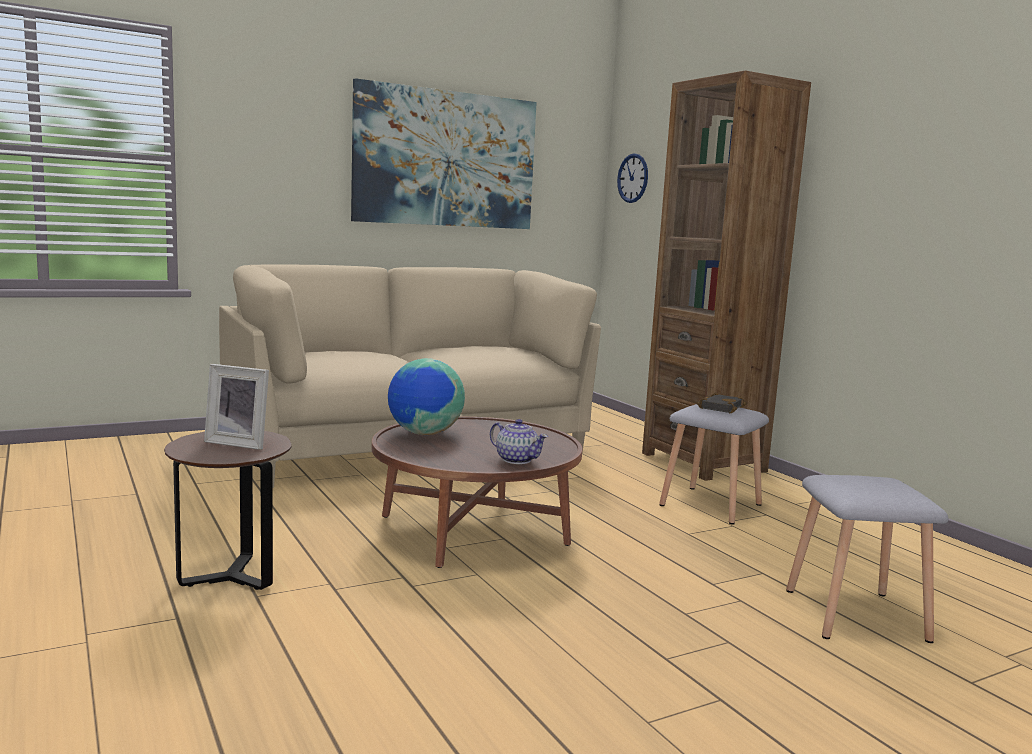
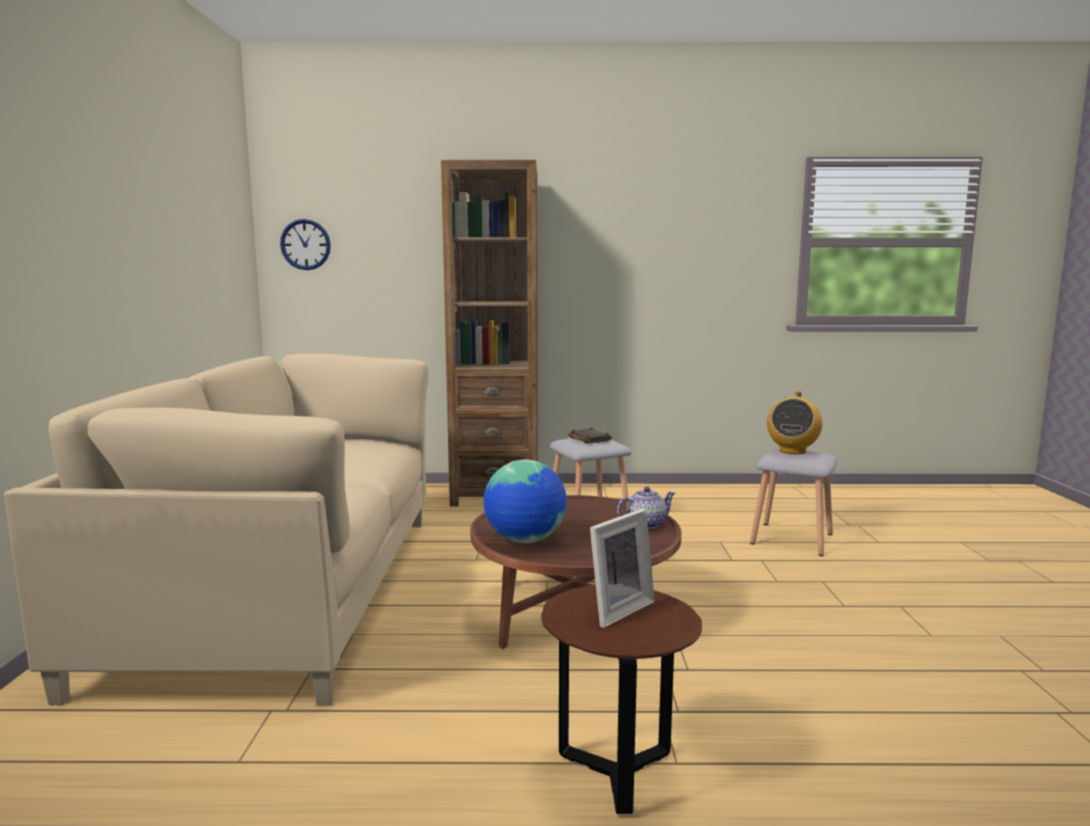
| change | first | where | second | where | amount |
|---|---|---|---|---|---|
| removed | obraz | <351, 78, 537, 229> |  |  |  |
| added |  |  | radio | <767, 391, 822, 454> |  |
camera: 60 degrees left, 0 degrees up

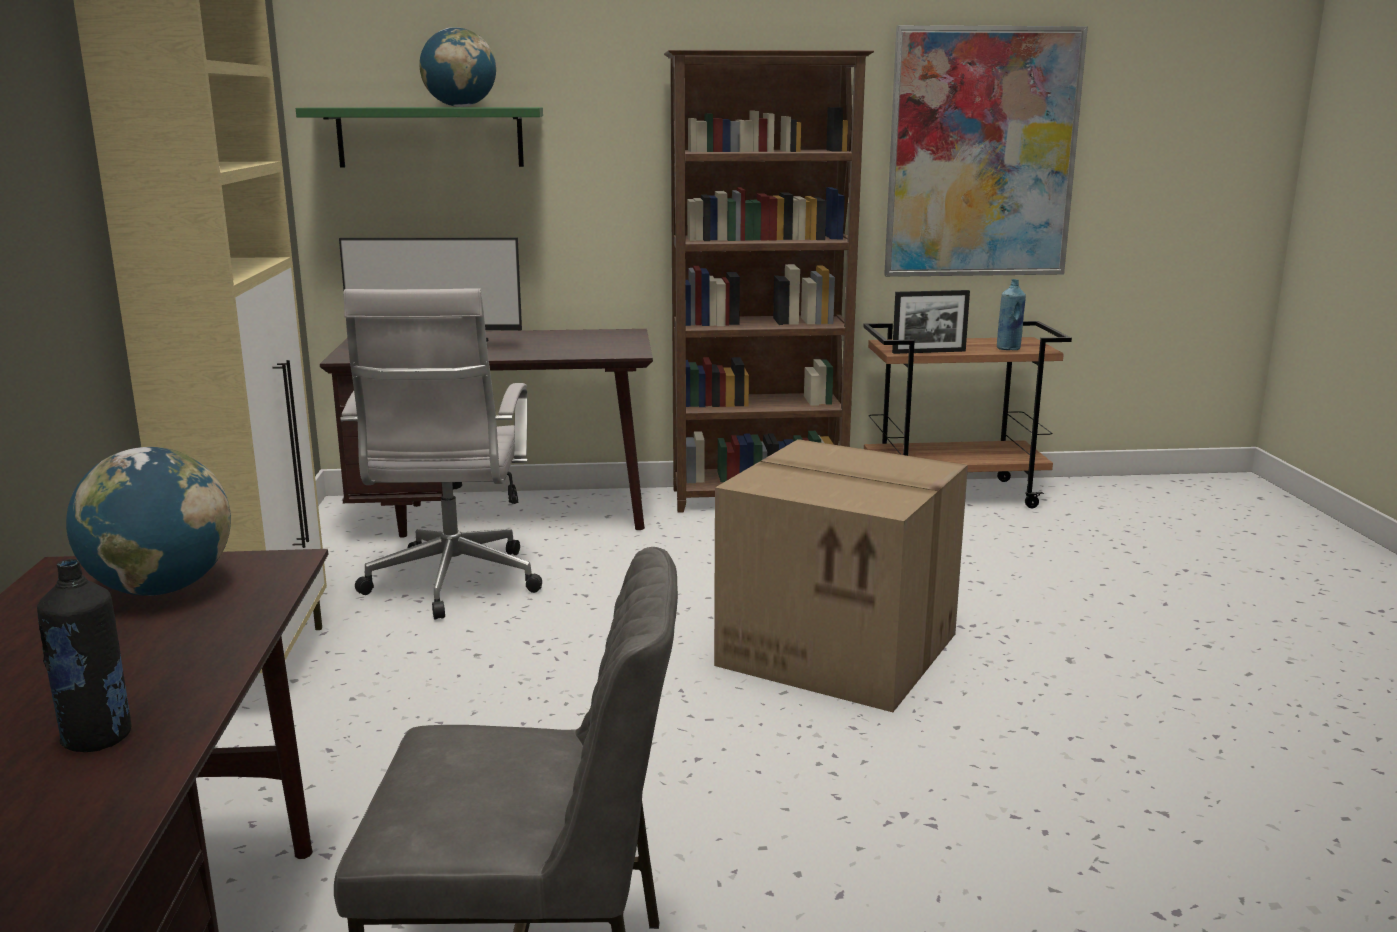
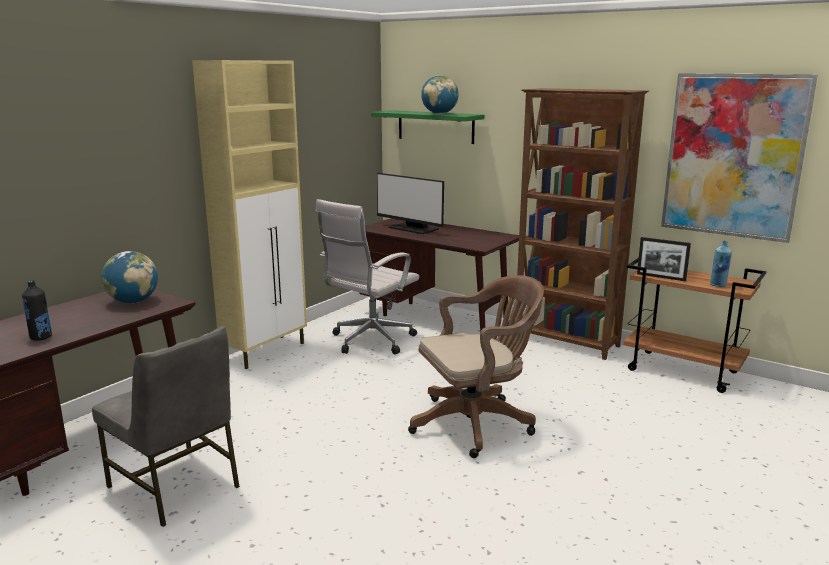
| change | first | where | second | where | amount |
|---|---|---|---|---|---|
| replaced | karton | <714, 439, 968, 712> | krzesło biurowe (brązowy) | <408, 275, 544, 458> |  |
camera: 40 degrees right, 0 degrees up

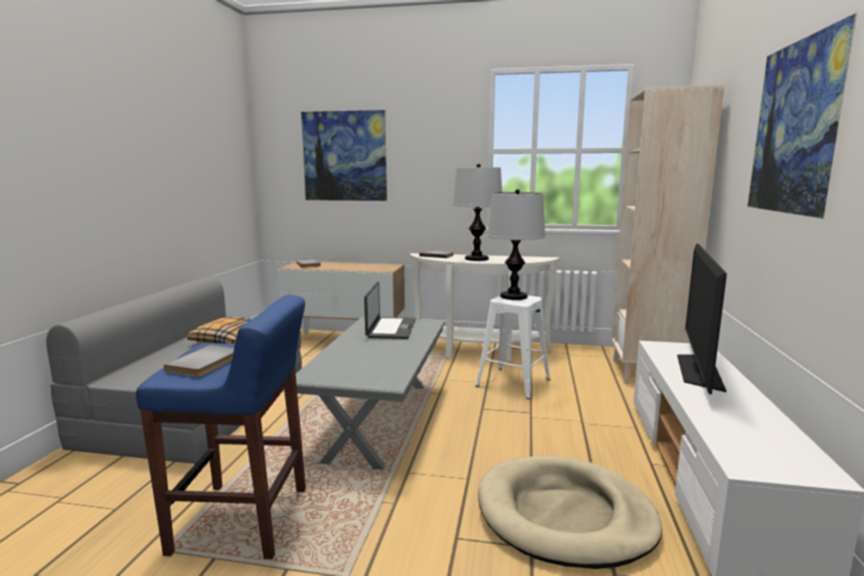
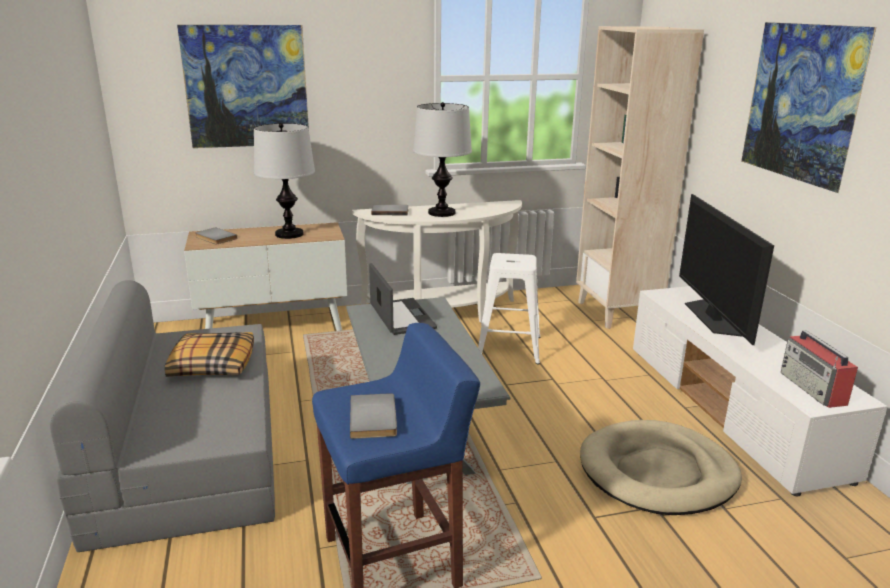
| change | first | where | second | where | amount |
|---|---|---|---|---|---|
| moved | lampa stołowa | <487, 189, 545, 300> |  | <254, 123, 315, 239> |  |
| added |  |  | radio | <781, 330, 858, 408> |  |
camera: 25 degrees left, 10 degrees up

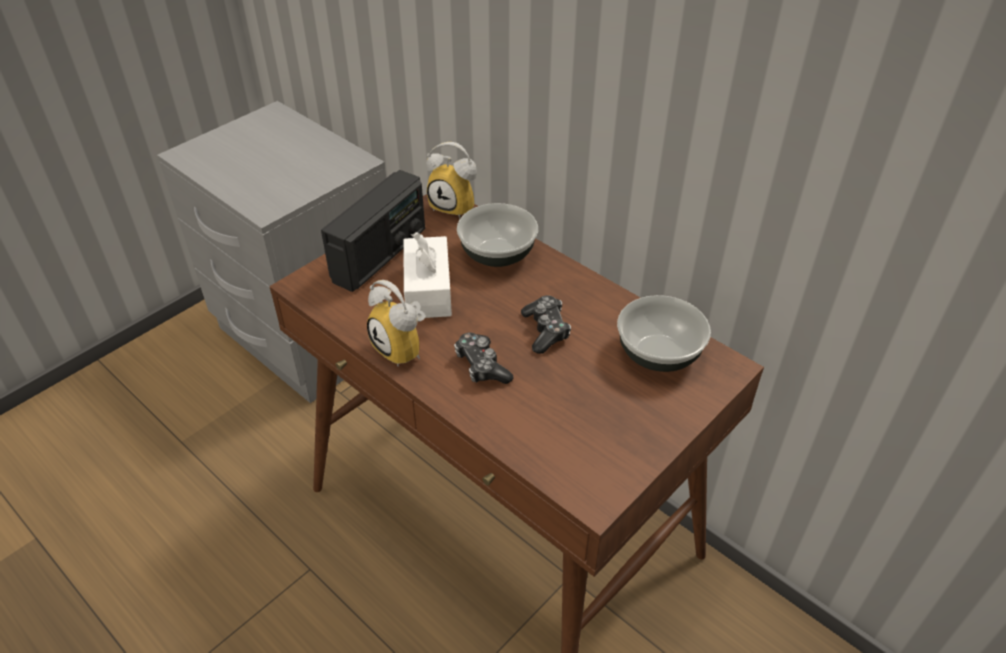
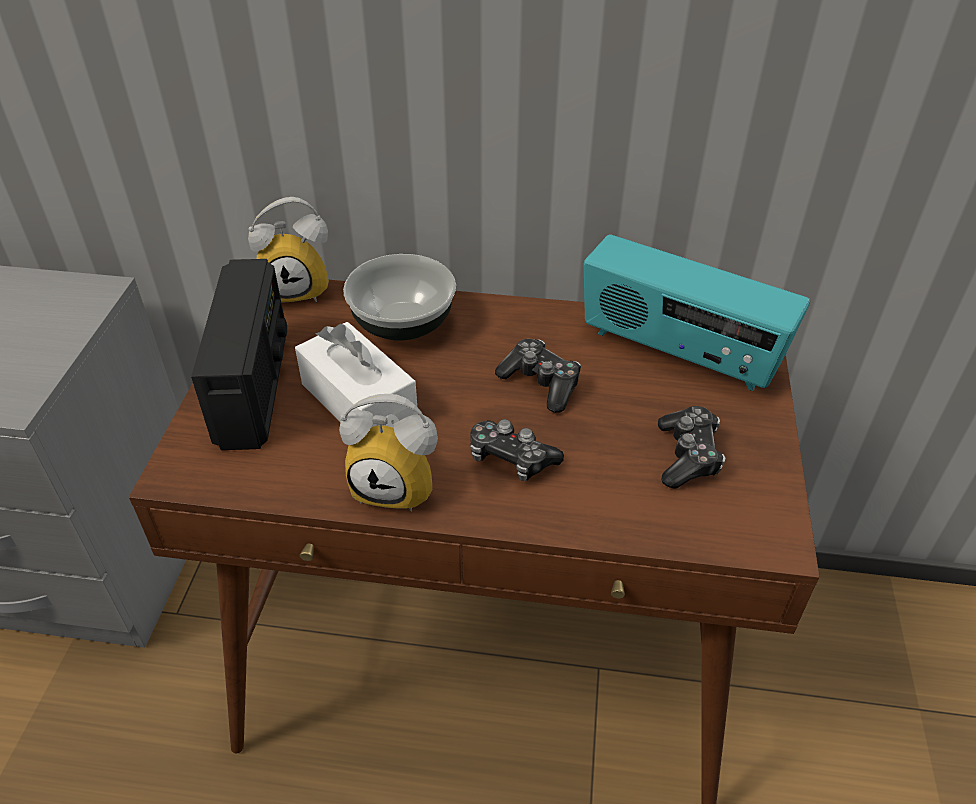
| change | first | where | second | where | amount |
|---|---|---|---|---|---|
| replaced | miska | <617, 295, 711, 372> | radio | <584, 235, 810, 391> |  |
| added |  |  | pad do gier | <658, 406, 725, 489> |  |
camera: 35 degrees left, 0 degrees up

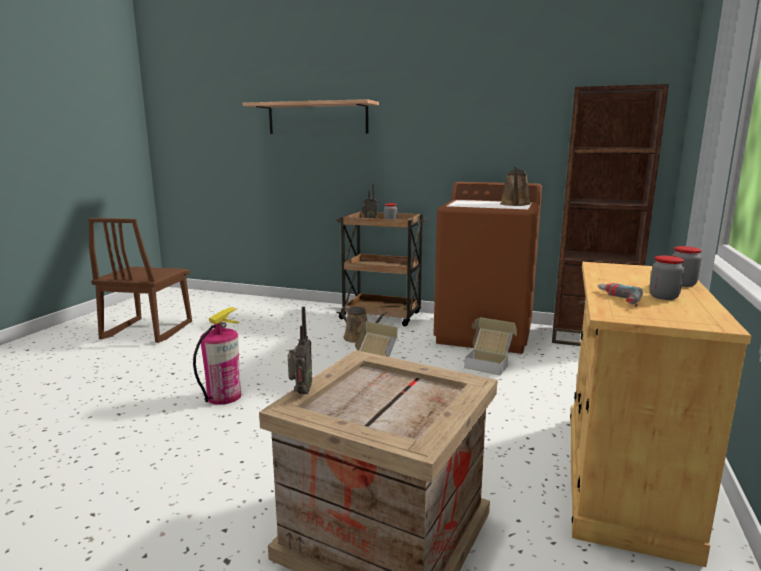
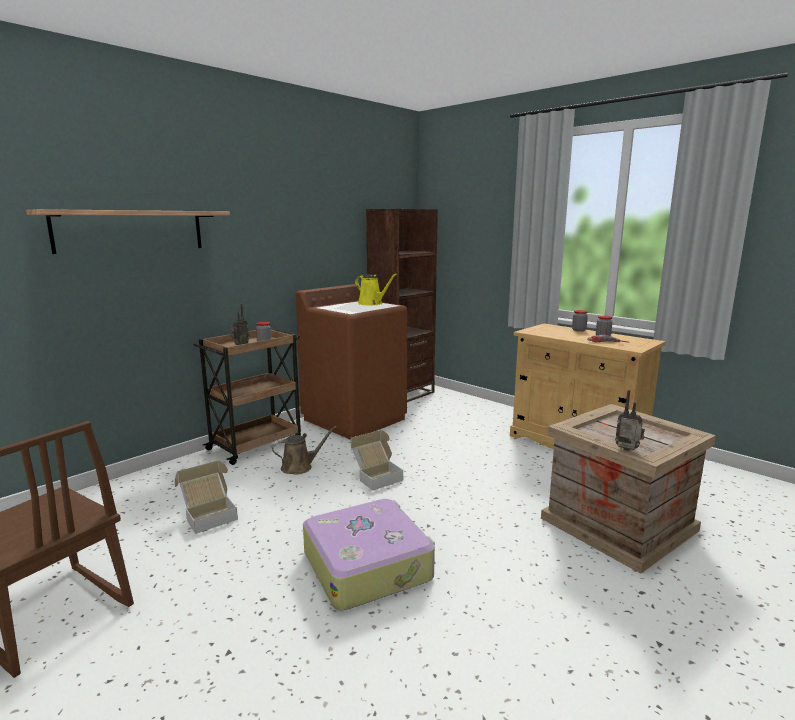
| change | first | where | second | where | amount |
|---|---|---|---|---|---|
| replaced | gaśnica | <193, 307, 241, 405> | walizka | <303, 499, 435, 611> |  |
| moved | karton | <464, 317, 517, 376> |  | <175, 461, 238, 534> |  |
| recoloured | konewka (brązowy) | <500, 167, 531, 206> | konewka (żółty) | <355, 273, 397, 305> |  |
camera: 65 degrees left, 0 degrees up

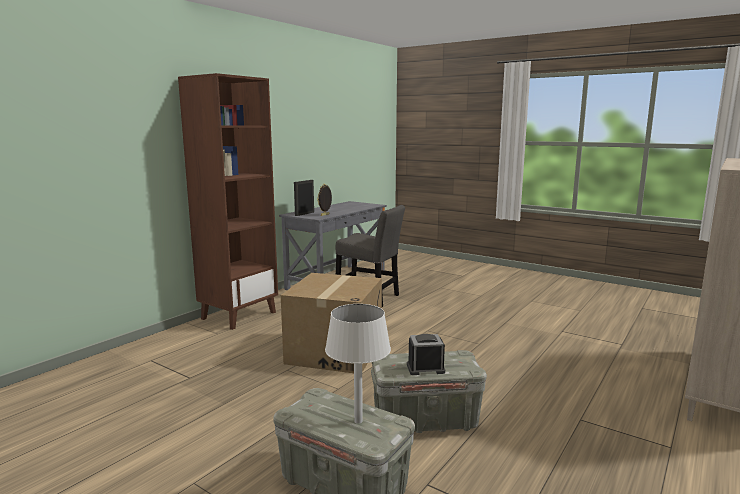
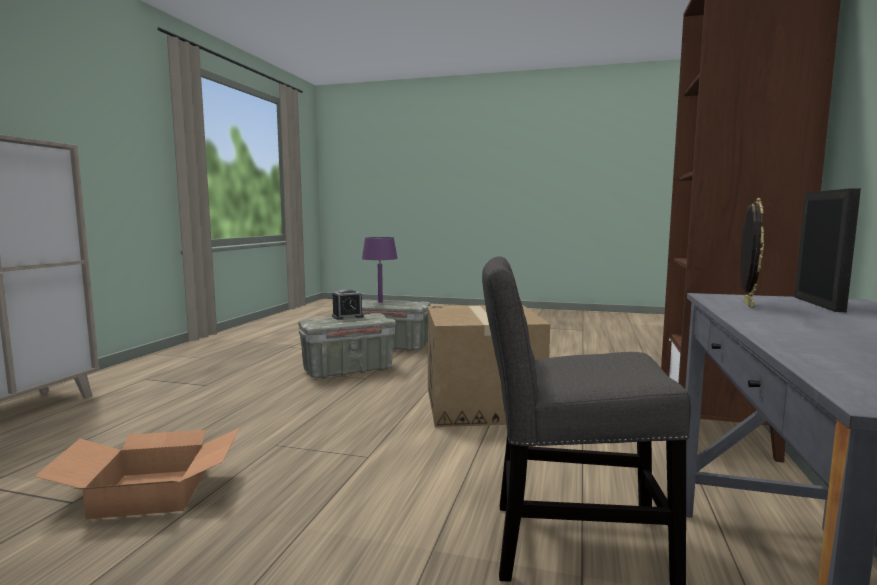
| change | first | where | second | where | amount |
|---|---|---|---|---|---|
| recoloured | lampa stołowa (biały) | <325, 304, 391, 424> | lampa stołowa (fioletowy) | <362, 237, 398, 303> |  |
| added |  |  | karton | <34, 428, 240, 519> |  |
camera: 160 degrees right, 5 degrees down

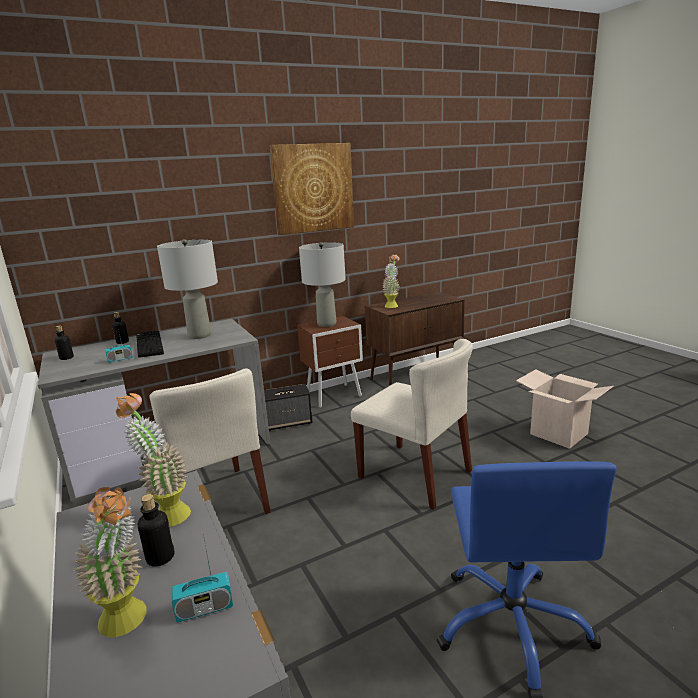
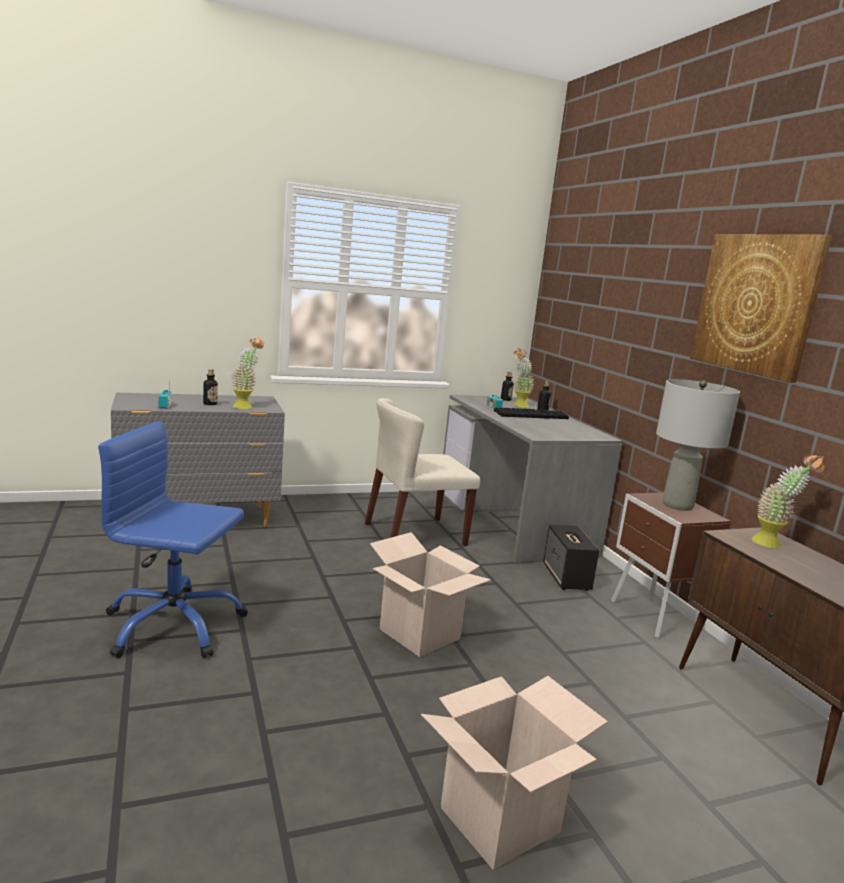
| change | first | where | second | where | amount |
|---|---|---|---|---|---|
| moved | roślina doniczkowa | <74, 487, 147, 637> |  | <513, 348, 534, 407> |  |
| removed | lampa stołowa (szary) | <157, 239, 218, 339> |  |  |  |
| replaced | krzesło (beżowy) | <351, 339, 473, 510> | karton | <370, 532, 491, 657> |  |
camera: 95 degrees right, 5 degrees down

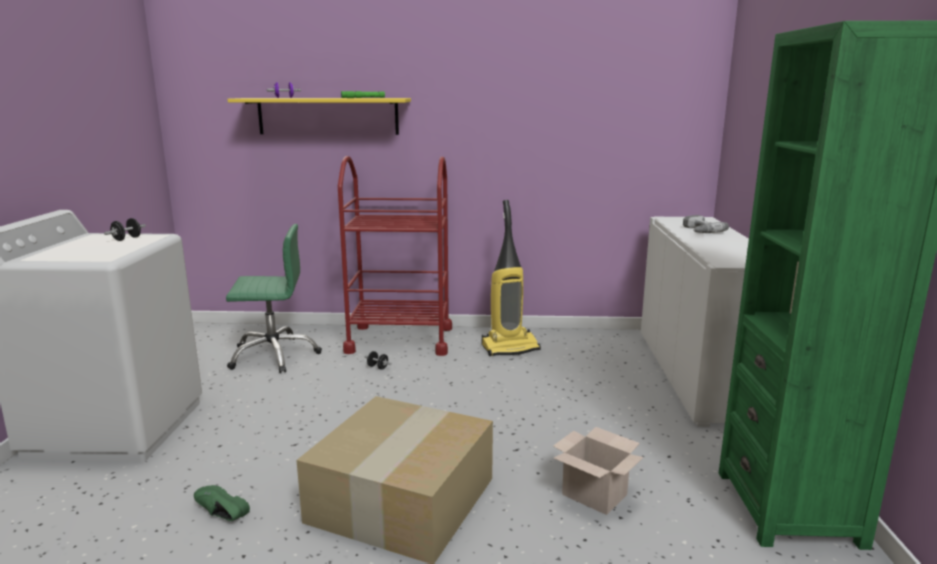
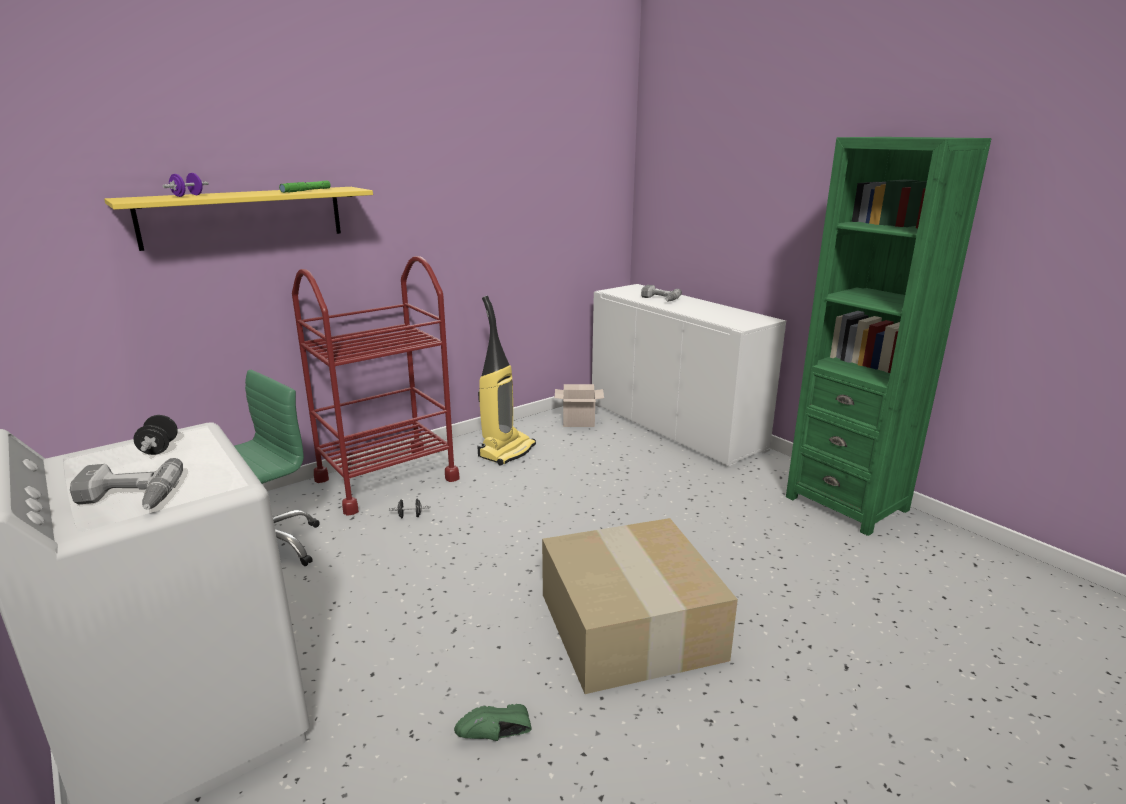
| change | first | where | second | where | amount |
|---|---|---|---|---|---|
| moved | karton | <553, 427, 643, 515> |  | <555, 384, 604, 427> |  |
| added |  |  | wiertarka | <70, 458, 183, 510> |  |
camera: 40 degrees left, 5 degrees up

